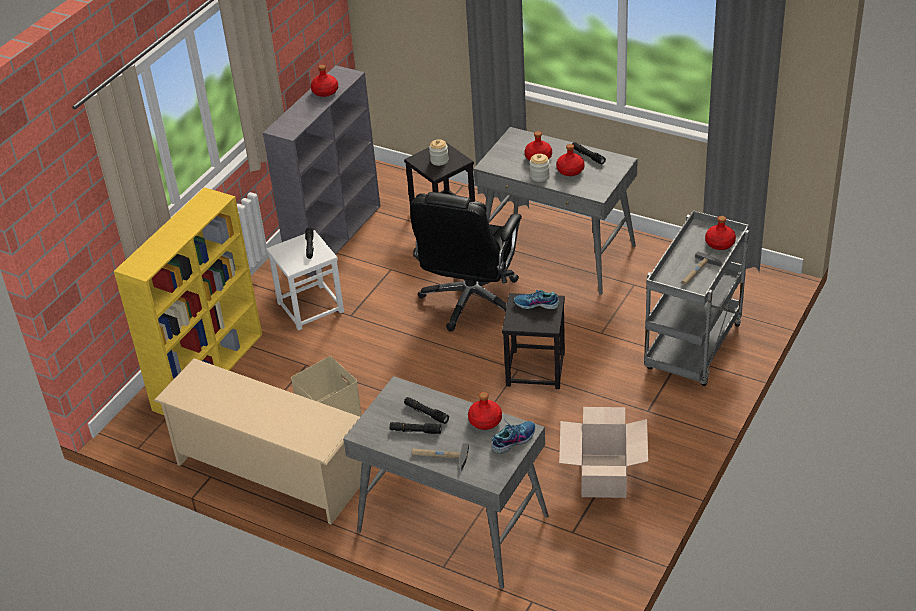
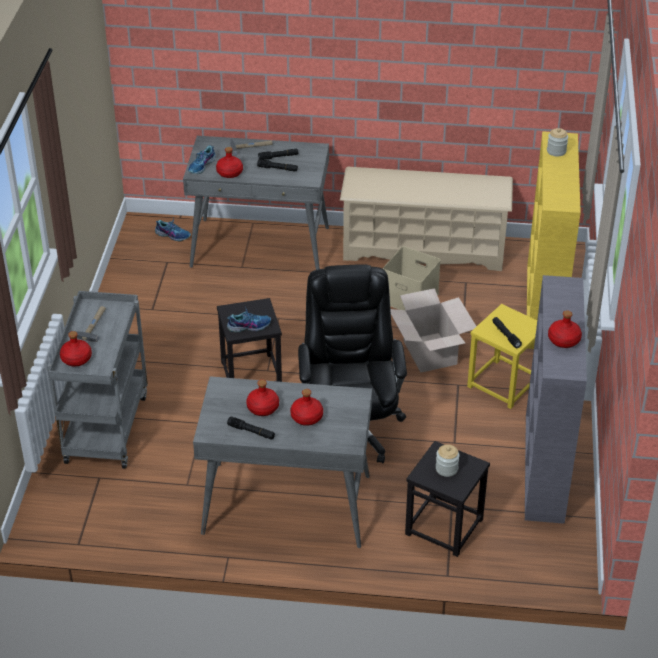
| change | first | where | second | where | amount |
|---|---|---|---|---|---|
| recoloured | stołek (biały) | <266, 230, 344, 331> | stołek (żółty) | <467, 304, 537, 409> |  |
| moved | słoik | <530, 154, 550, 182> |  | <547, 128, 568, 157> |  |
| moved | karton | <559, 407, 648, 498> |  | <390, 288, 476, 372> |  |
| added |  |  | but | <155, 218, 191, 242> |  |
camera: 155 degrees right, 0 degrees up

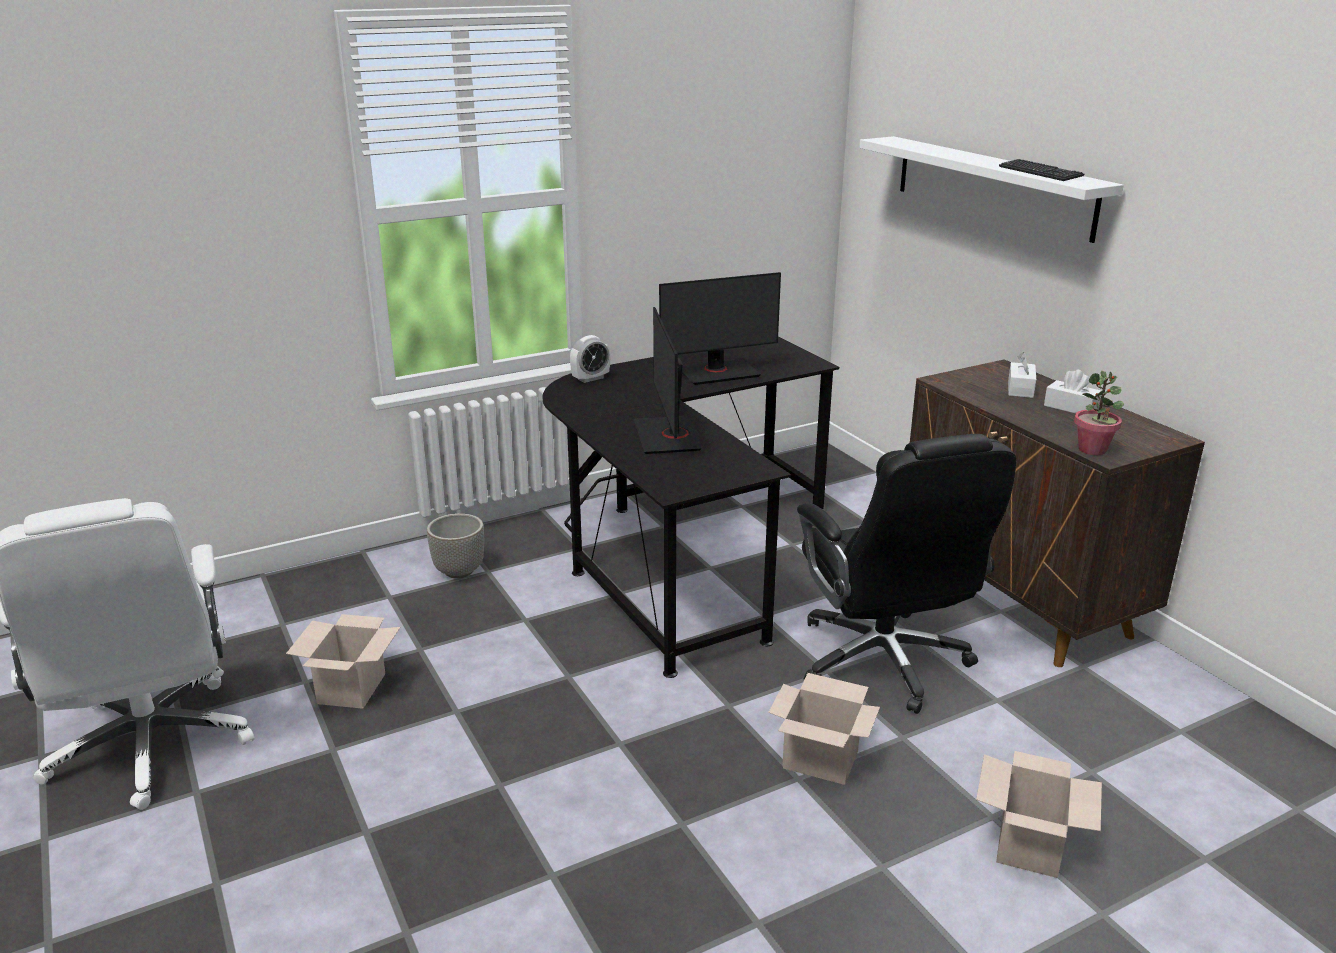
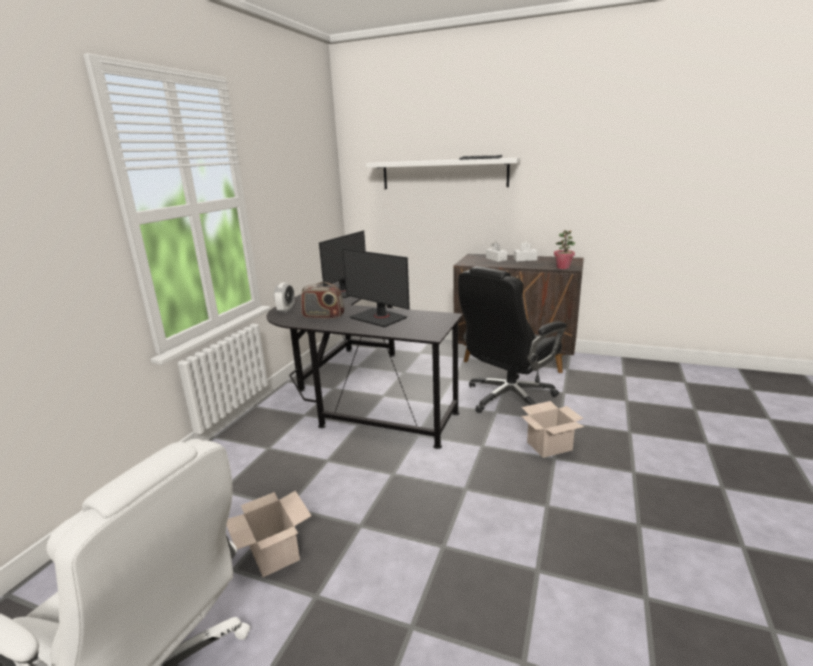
| change | first | where | second | where | amount |
|---|---|---|---|---|---|
| removed | donica | <426, 513, 484, 579> |  |  |  |
| turned | krzesło biurowe (czarny) | <797, 434, 1016, 714> |  | <458, 266, 567, 413> | 105 degrees clockwise |
| removed | karton | <976, 751, 1102, 878> |  |  |  |
| added |  |  | radio | <301, 282, 344, 319> |  |
camera: 40 degrees left, 5 degrees down

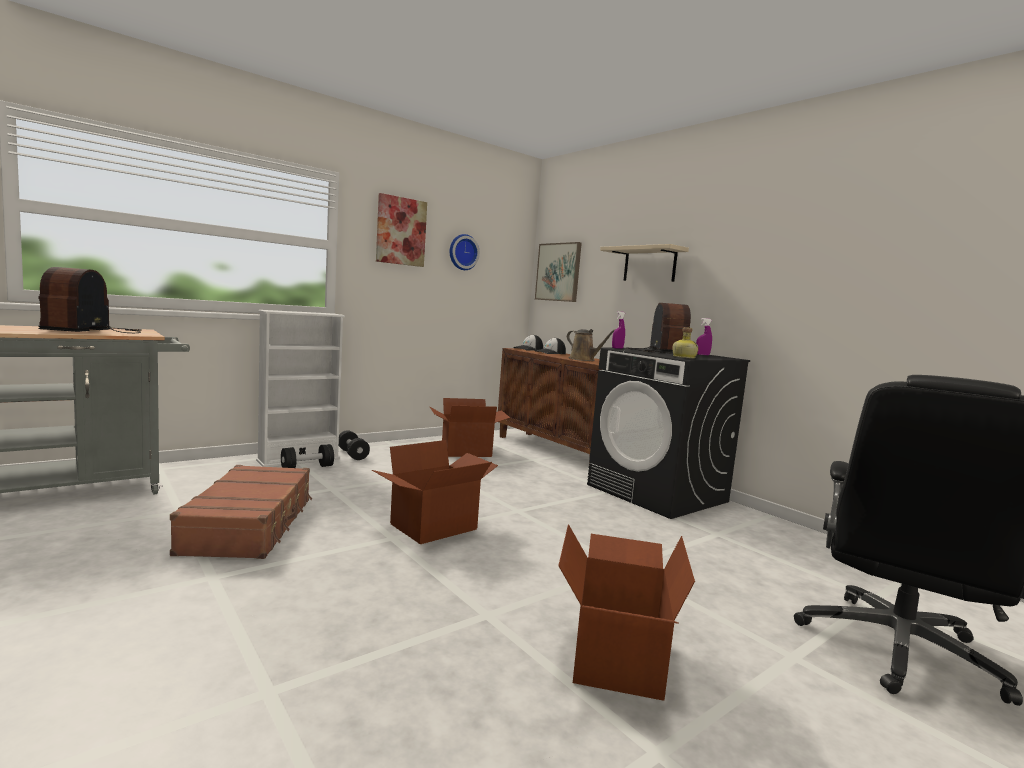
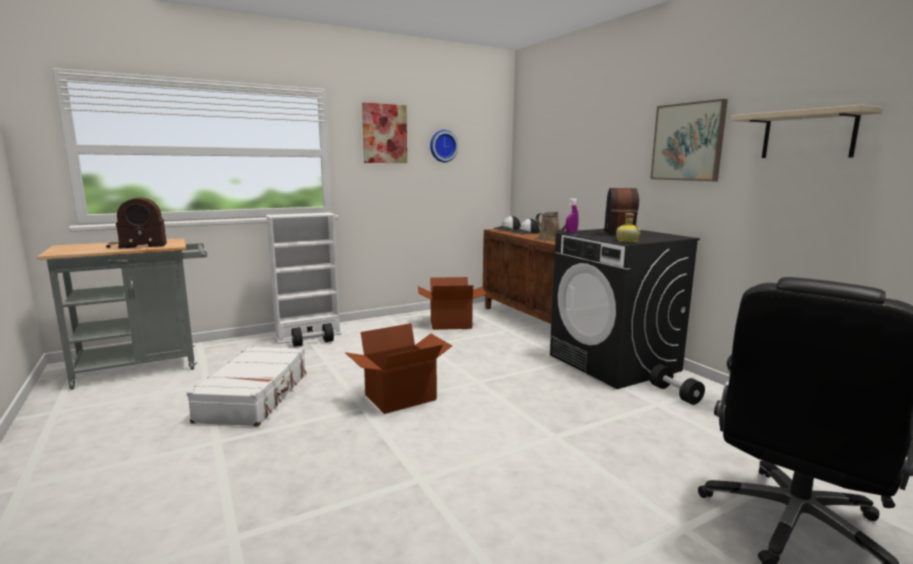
| change | first | where | second | where | amount |
|---|---|---|---|---|---|
| turned | radio | <38, 267, 142, 333> |  | <106, 197, 167, 249> | 120 degrees counterclockwise |
| recoloured | walizka (brązowy) | <170, 465, 312, 559> | walizka (biały) | <187, 346, 307, 427> |  |
| moved | hantel (czarny) | <339, 430, 370, 460> |  | <650, 364, 705, 405> |  |
| moved | obraz | <535, 242, 582, 302> |  | <650, 99, 728, 181> |  |
| removed | karton | <558, 524, 695, 701> |  |  |  |
| moved | półka (beżowy) | <600, 244, 689, 282> |  | <731, 105, 883, 158> |  |
| removed | spryskiwacz (fioletowy) | <696, 318, 712, 355> |  |  |  |
camera: 10 degrees right, 5 degrees up

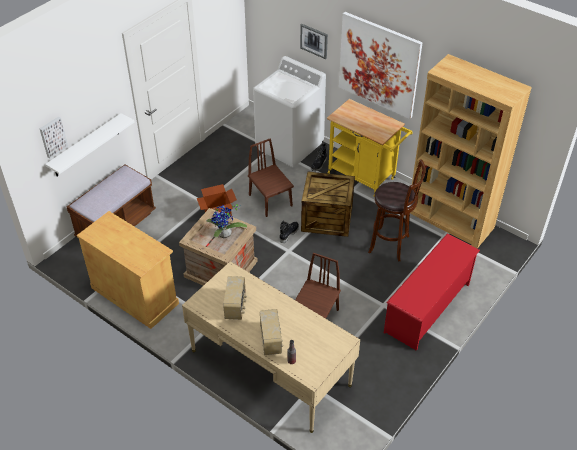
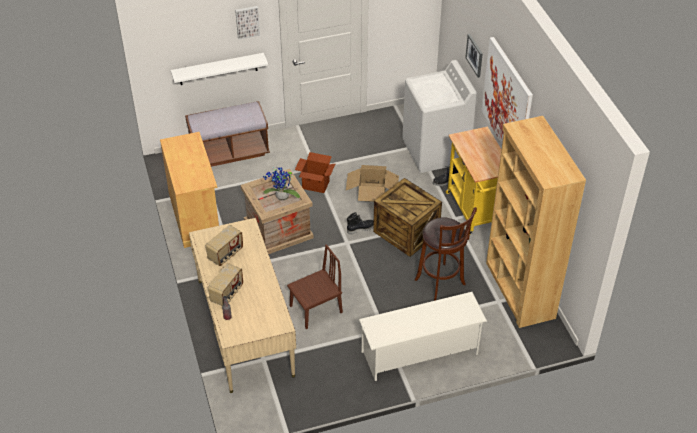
| change | first | where | second | where | amount |
|---|---|---|---|---|---|
| moved | obraz | <40, 116, 68, 158> |  | <235, 6, 260, 39> |  |
| replaced | krzesło (brązowy) | <248, 138, 294, 217> | karton | <346, 165, 399, 202> |  |
| recoloured | regał na buty (czerwony) | <384, 234, 480, 351> | regał na buty (biały) | <359, 292, 487, 381> |  |
camera: 35 degrees right, 0 degrees up

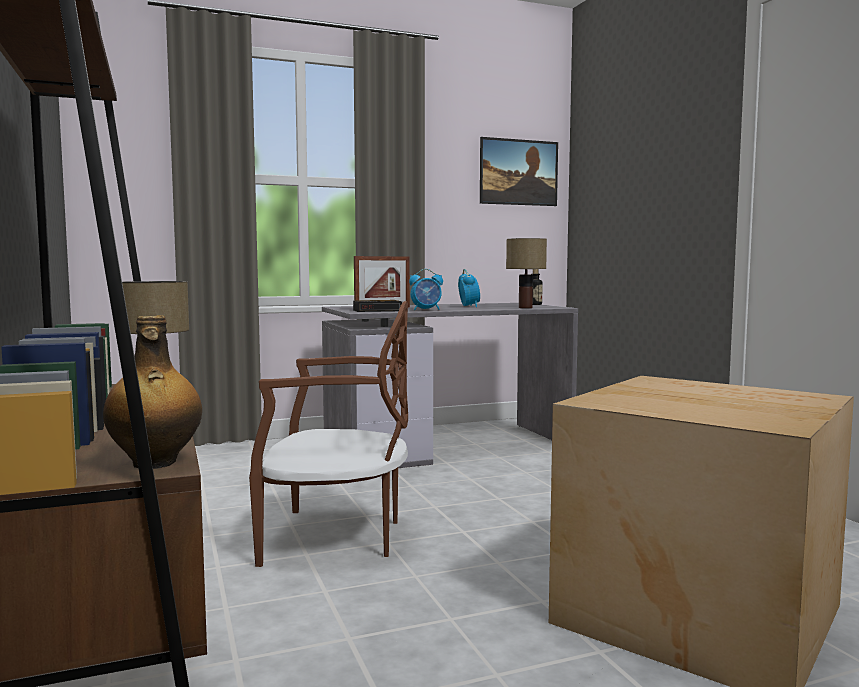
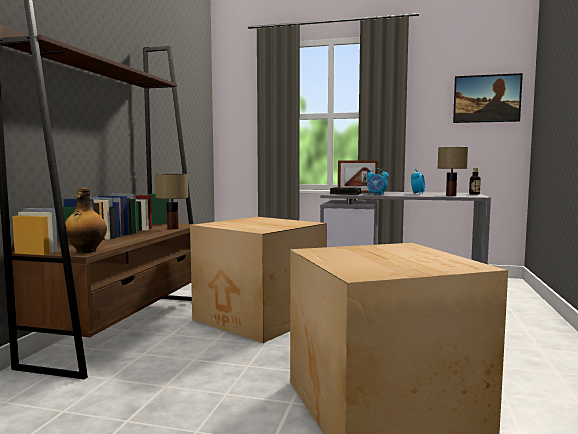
| change | first | where | second | where | amount |
|---|---|---|---|---|---|
| replaced | krzesło (brązowy) | <249, 301, 408, 567> | karton | <190, 217, 327, 343> |  |
camera: 35 degrees right, 0 degrees up

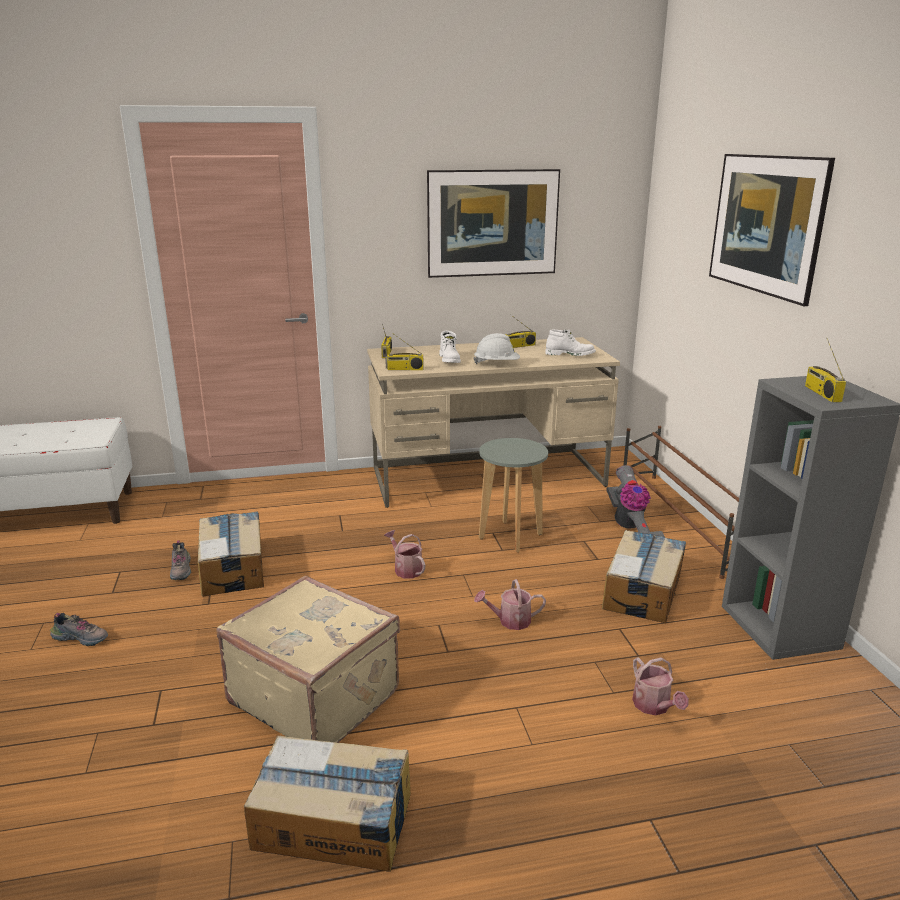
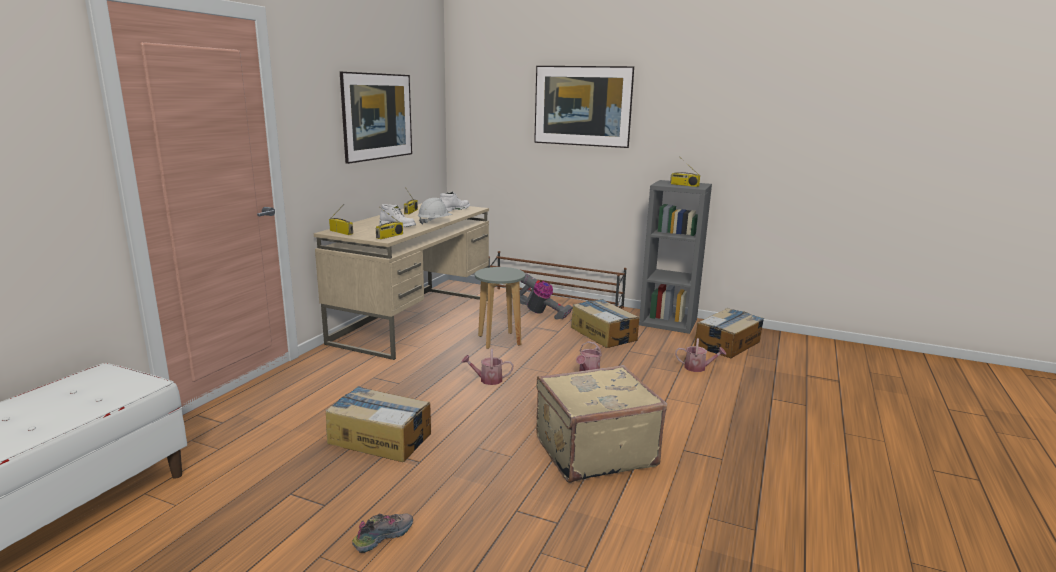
| change | first | where | second | where | amount |
|---|---|---|---|---|---|
| removed | but | <170, 540, 191, 580> |  |  |  |
| moved | karton | <244, 736, 411, 872> |  | <694, 308, 764, 358> |  |
camera: 55 degrees left, 5 degrees down

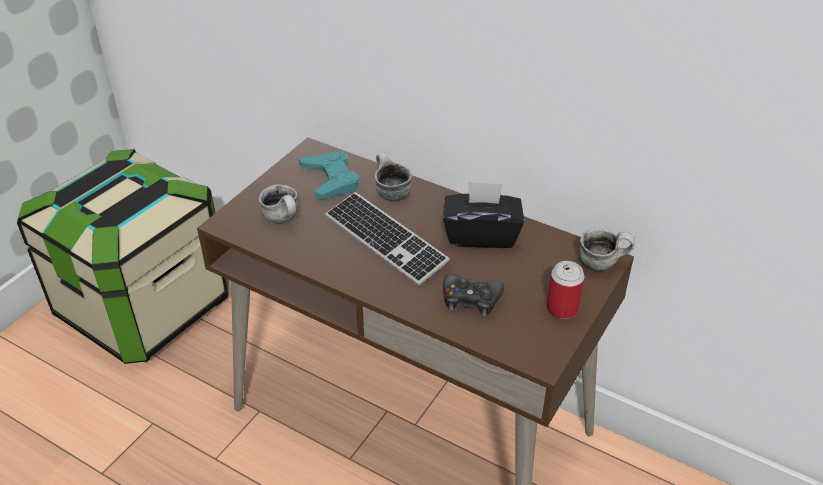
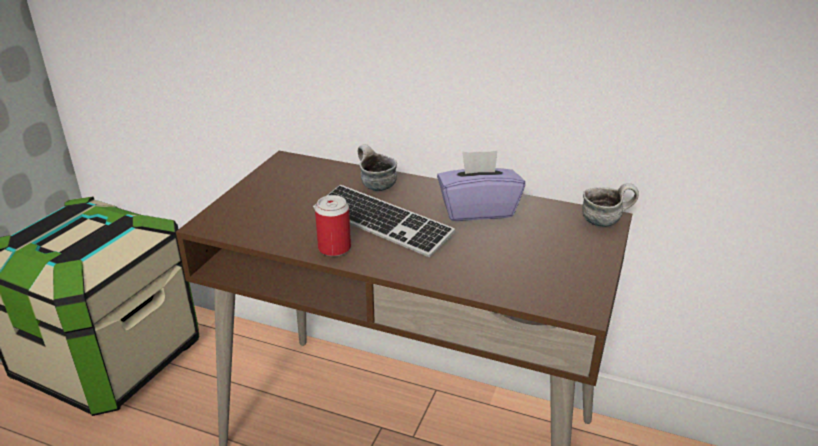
| change | first | where | second | where | amount |
|---|---|---|---|---|---|
| removed | kubek | <259, 184, 298, 223> |  |  |  |
| removed | pad do gier (turkusowy) | <299, 151, 360, 199> |  |  |  |
| recoloured | pudełko chusteczek (czarny) | <443, 181, 524, 248> | pudełko chusteczek (fioletowy) | <437, 151, 525, 221> |  |
| removed | pad do gier (czarny) | <443, 274, 504, 317> |  |  |  |
| moved | puszka | <547, 261, 585, 319> |  | <315, 195, 351, 256> |  |
camera: 10 degrees left, 10 degrees down

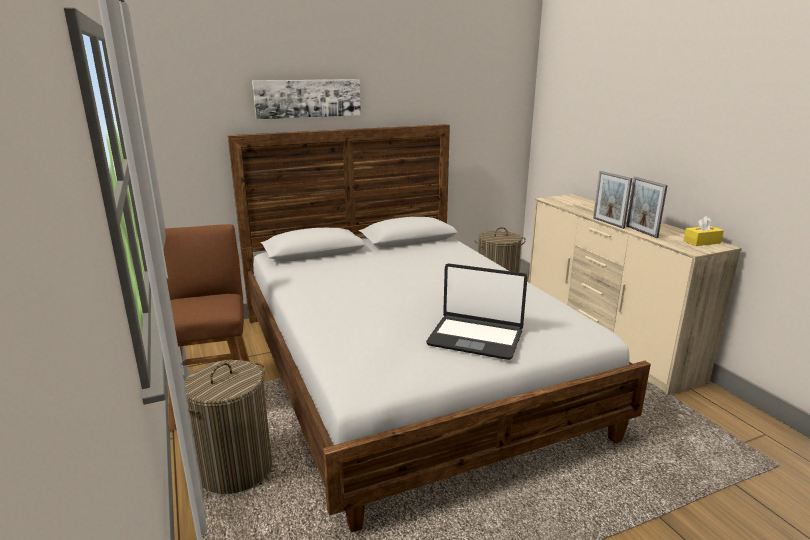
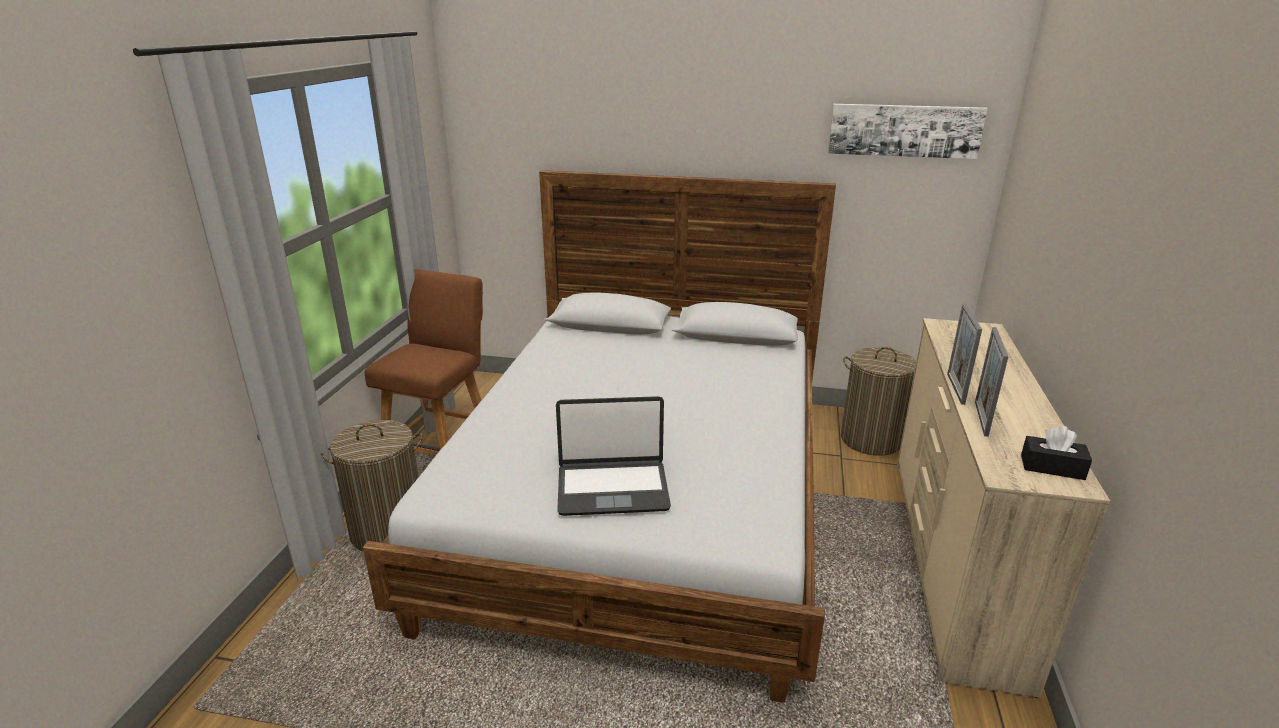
| change | first | where | second | where | amount |
|---|---|---|---|---|---|
| moved | obraz | <252, 79, 361, 119> |  | <828, 104, 987, 159> |  |
| turned | laptop | <426, 263, 527, 360> |  | <556, 396, 671, 516> | 60 degrees counterclockwise |
| recoloured | pudełko chusteczek (żółty) | <684, 216, 724, 246> | pudełko chusteczek (czarny) | <1021, 426, 1092, 480> |  |
camera: 35 degrees right, 5 degrees up

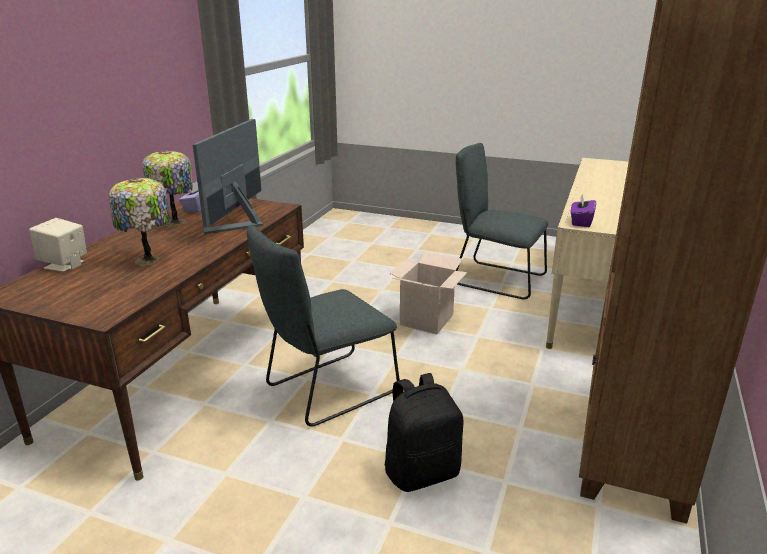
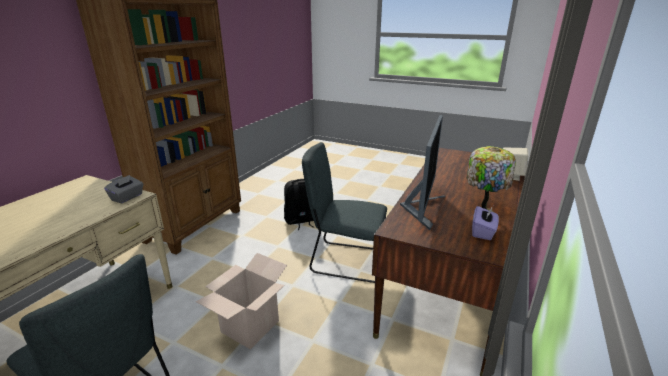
| change | first | where | second | where | amount |
|---|---|---|---|---|---|
| removed | lampa stołowa | <109, 178, 170, 265> |  |  |  |
| turned | krzesło (szary) | <247, 225, 400, 427> |  | <302, 142, 387, 283> | 135 degrees counterclockwise |
| recoloured | pudełko chusteczek (fioletowy) | <571, 194, 596, 227> | pudełko chusteczek (szary) | <104, 175, 143, 203> |  |
camera: 175 degrees left, 0 degrees up

